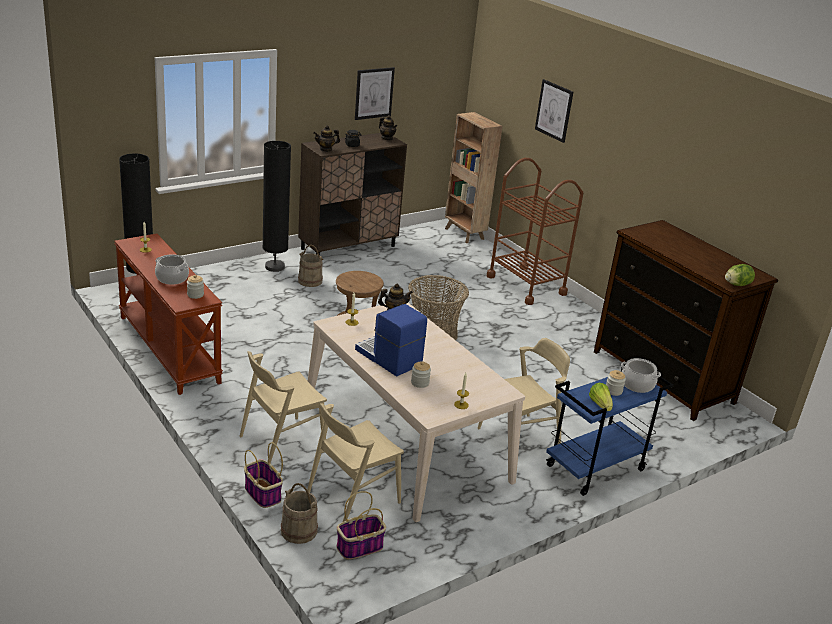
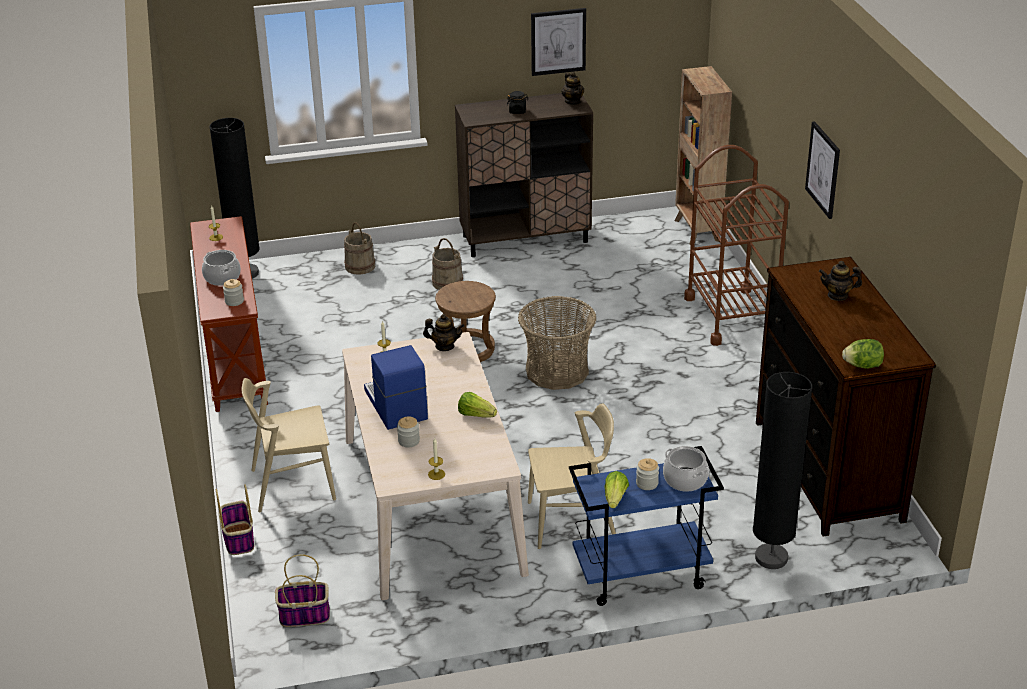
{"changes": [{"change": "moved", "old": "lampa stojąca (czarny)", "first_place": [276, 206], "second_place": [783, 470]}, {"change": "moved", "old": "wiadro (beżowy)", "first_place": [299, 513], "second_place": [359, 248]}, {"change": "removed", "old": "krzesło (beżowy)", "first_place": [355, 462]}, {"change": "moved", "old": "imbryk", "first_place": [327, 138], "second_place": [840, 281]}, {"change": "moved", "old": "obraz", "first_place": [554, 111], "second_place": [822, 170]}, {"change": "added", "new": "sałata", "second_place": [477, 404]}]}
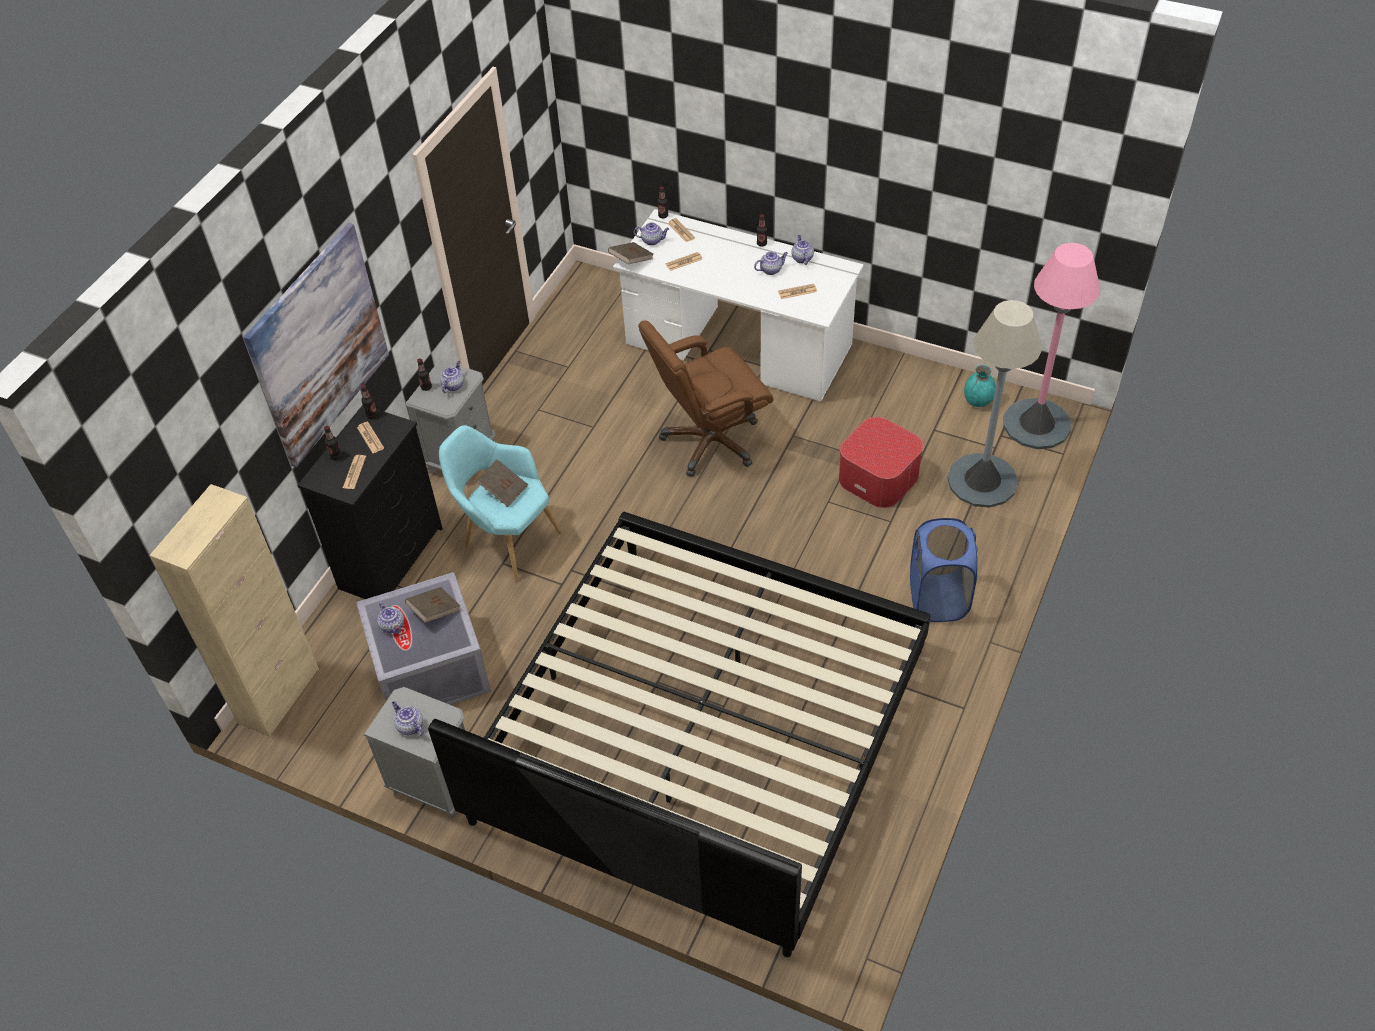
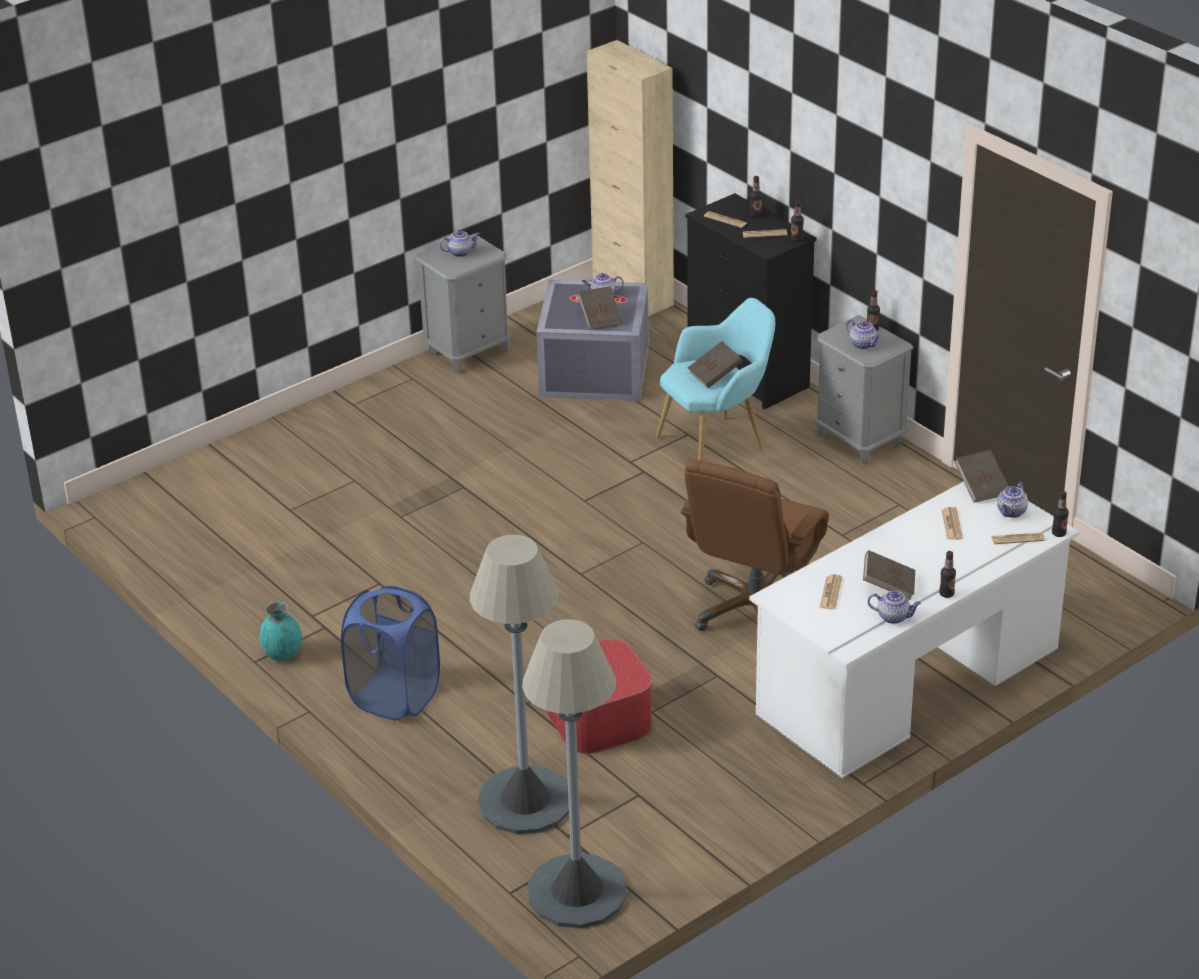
{"changes": [{"change": "removed", "old": "obraz", "first_place": [316, 345]}, {"change": "removed", "old": "łóżko", "first_place": [679, 734]}, {"change": "turned", "old": "krzesło biurowe (brązowy)", "first_place": [706, 399], "second_place": [754, 545], "degrees": -150}, {"change": "replaced", "old": "imbryk", "new": "książka (brązowy)", "first_place": [771, 263], "second_place": [889, 575]}, {"change": "moved", "old": "wazon (turkusowy)", "first_place": [980, 386], "second_place": [280, 631]}, {"change": "recoloured", "old": "lampa stojąca (różowy)", "new": "lampa stojąca (szary)", "first_place": [1052, 346], "second_place": [574, 773]}]}
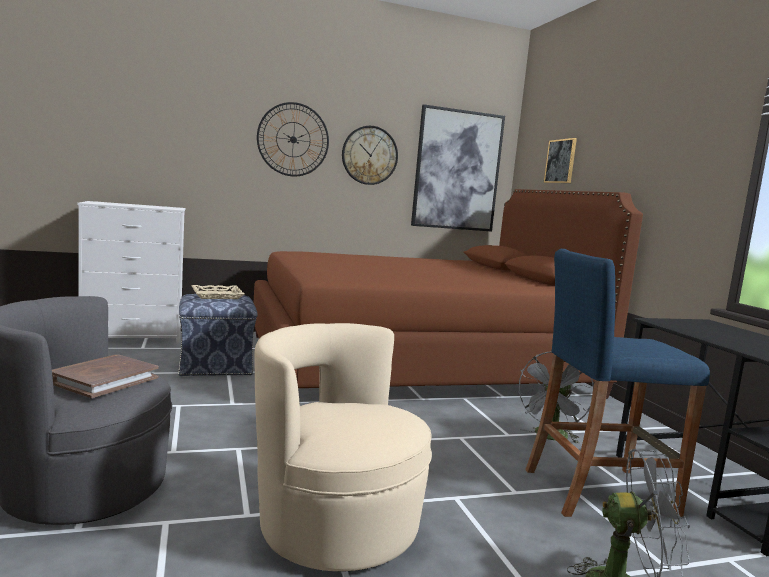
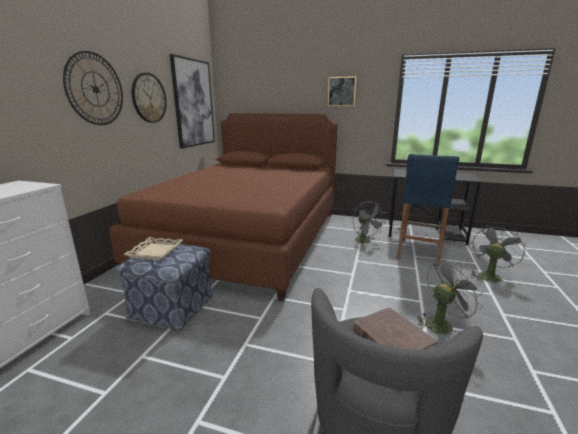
{"changes": [{"change": "replaced", "old": "fotel (beżowy)", "new": "wentylator (szary)", "first_place": [343, 447], "second_place": [450, 297]}, {"change": "moved", "old": "obraz", "first_place": [560, 160], "second_place": [342, 91]}]}
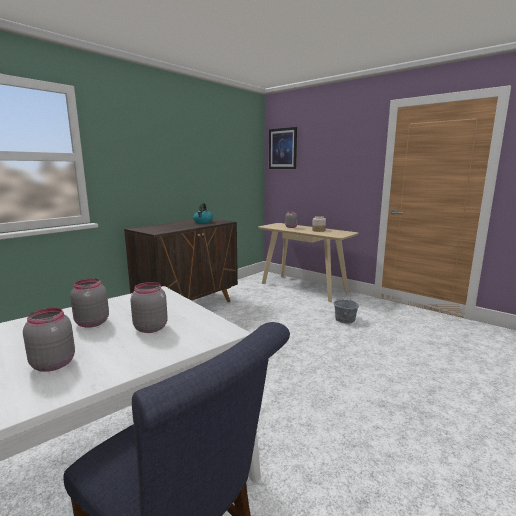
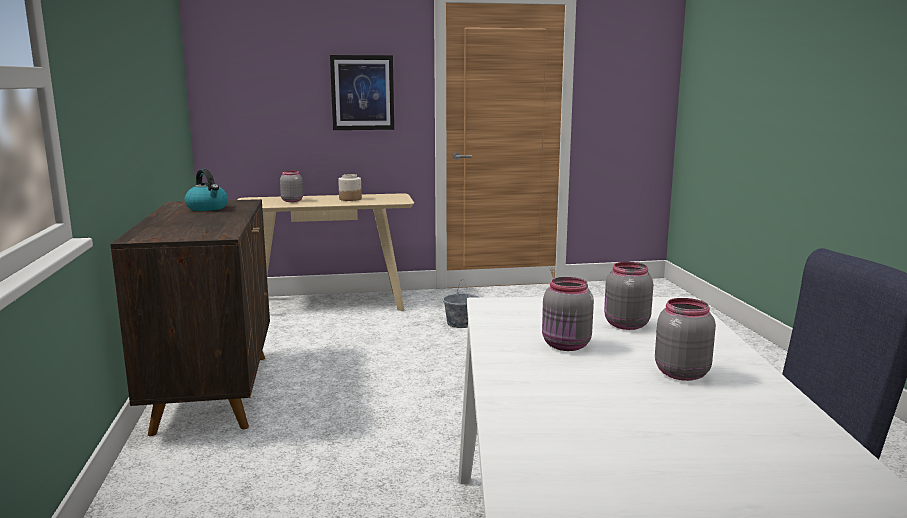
{"changes": [{"change": "moved", "old": "obraz", "first_place": [283, 148], "second_place": [362, 92]}]}
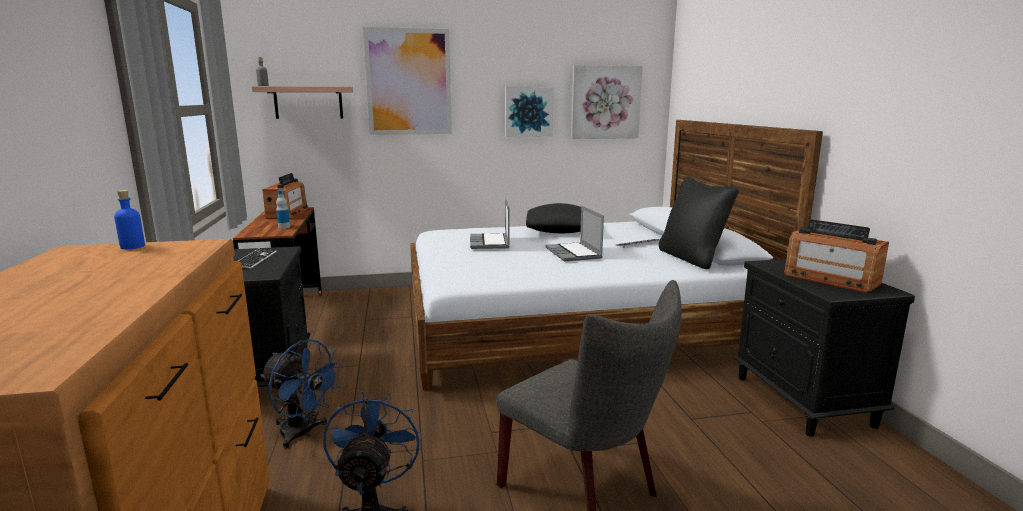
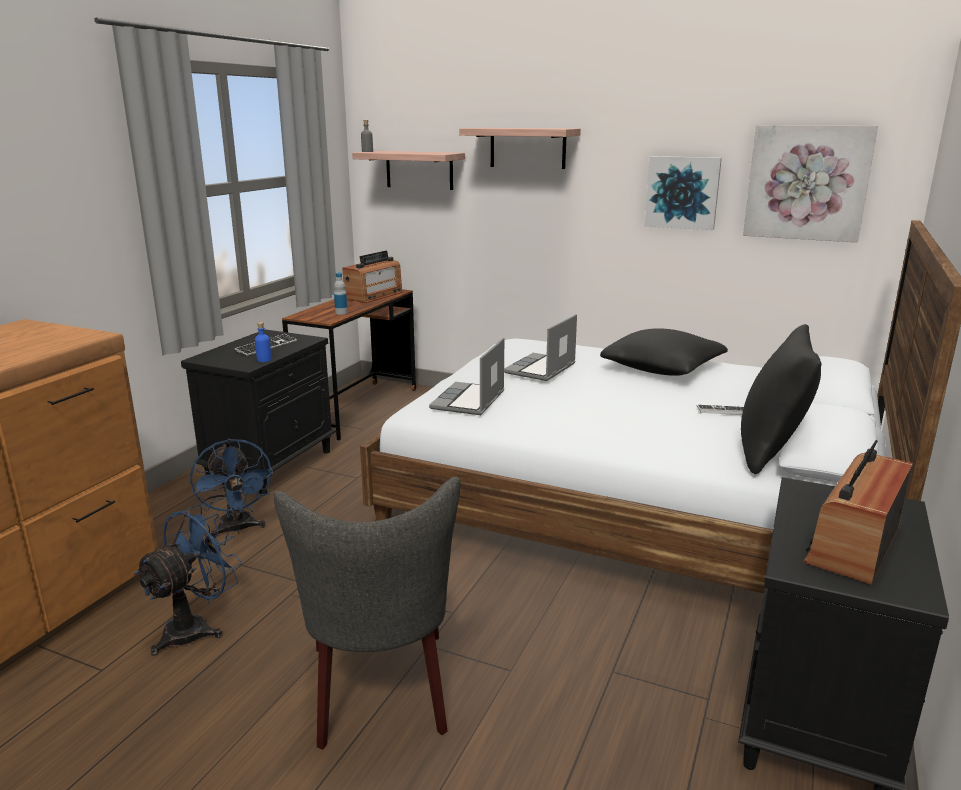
{"changes": [{"change": "moved", "old": "butelka (niebieski)", "first_place": [129, 219], "second_place": [263, 342]}, {"change": "replaced", "old": "obraz", "new": "półka", "first_place": [407, 81], "second_place": [520, 148]}, {"change": "moved", "old": "laptop", "first_place": [575, 234], "second_place": [466, 376]}, {"change": "turned", "old": "radio", "first_place": [836, 256], "second_place": [858, 512], "degrees": 45}]}
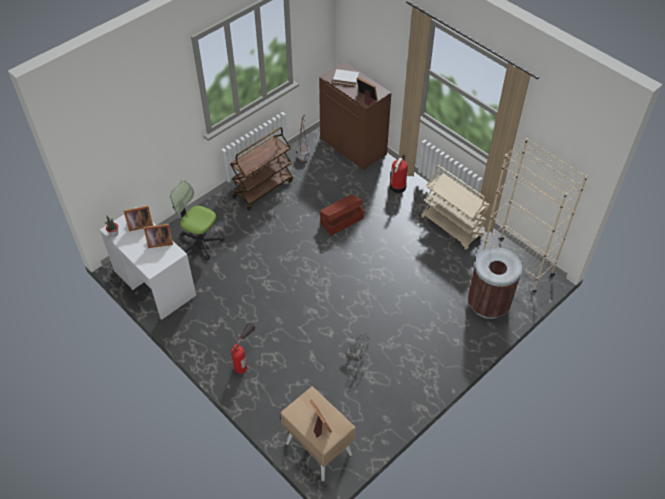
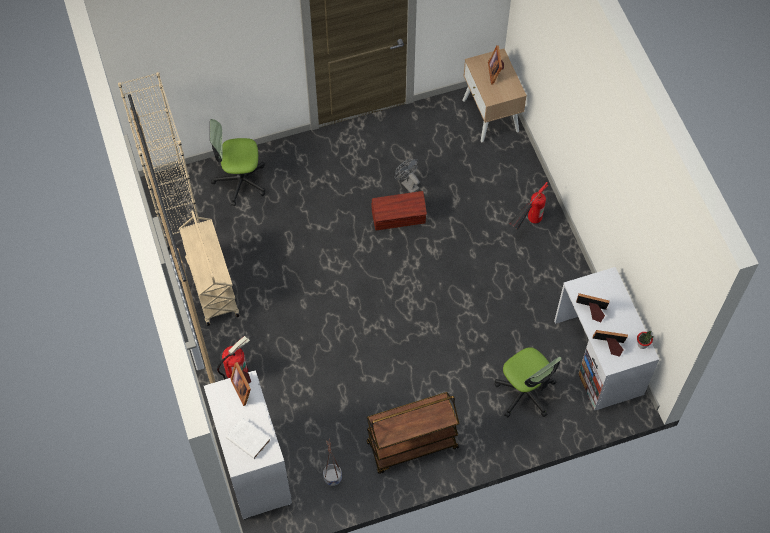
{"changes": [{"change": "recoloured", "old": "szafka (brązowy)", "new": "szafka (biały)", "first_place": [355, 116], "second_place": [248, 445]}, {"change": "moved", "old": "pojemnik do przechowywania (brązowy)", "first_place": [341, 215], "second_place": [399, 210]}, {"change": "replaced", "old": "kosz na śmieci (brązowy)", "new": "krzesło biurowe", "first_place": [495, 283], "second_place": [237, 162]}]}
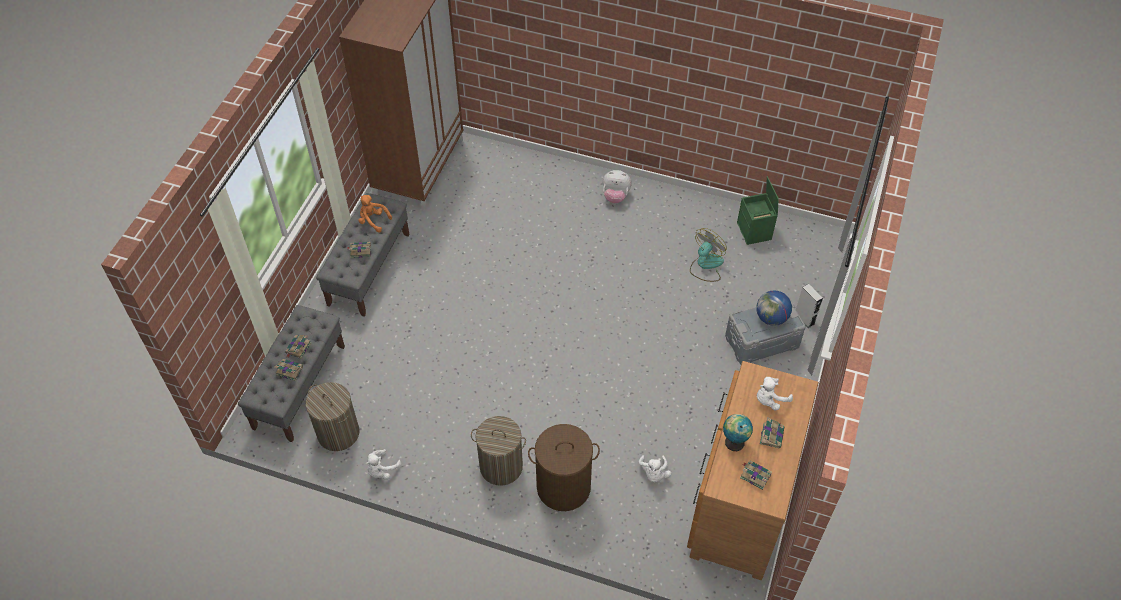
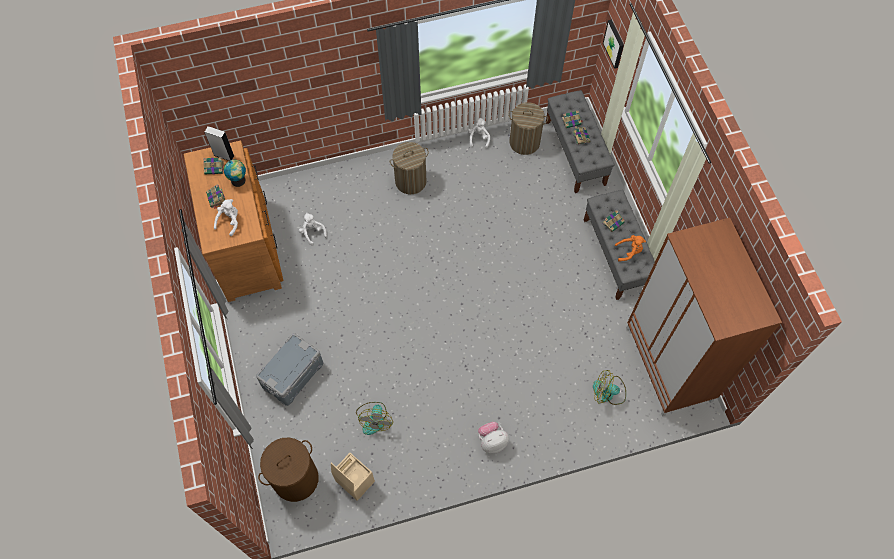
{"changes": [{"change": "moved", "old": "kosz na pranie (brązowy)", "first_place": [564, 467], "second_place": [288, 470]}, {"change": "recoloured", "old": "pojemnik do przechowywania (zielony)", "new": "pojemnik do przechowywania (beżowy)", "first_place": [758, 210], "second_place": [353, 477]}, {"change": "removed", "old": "globus", "first_place": [774, 308]}, {"change": "moved", "old": "głośnik (szary)", "first_place": [809, 306], "second_place": [219, 143]}, {"change": "added", "new": "wentylator", "second_place": [609, 387]}, {"change": "added", "new": "obraz", "second_place": [613, 44]}]}
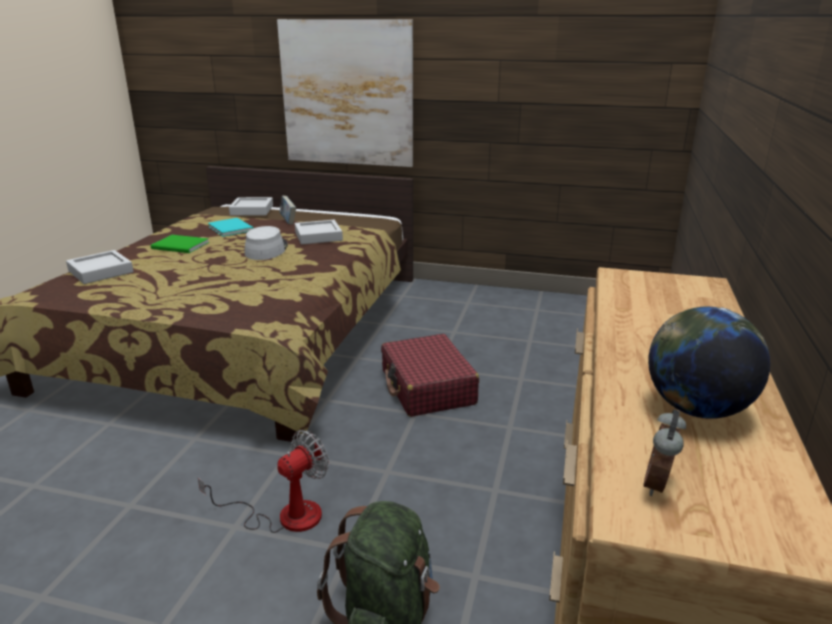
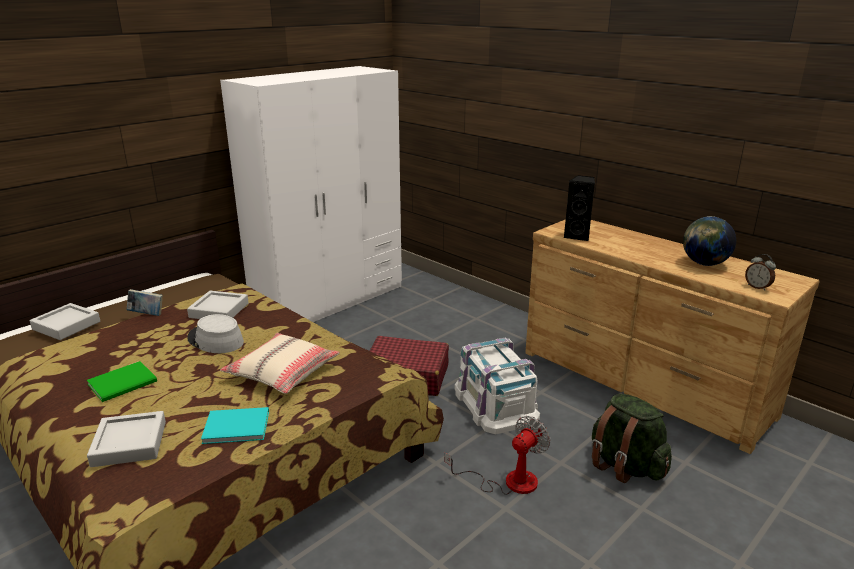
{"changes": [{"change": "turned", "old": "wentylator", "first_place": [263, 481], "second_place": [497, 455], "degrees": 60}, {"change": "moved", "old": "książka (turkusowy)", "first_place": [230, 227], "second_place": [235, 425]}, {"change": "removed", "old": "obraz", "first_place": [345, 93]}, {"change": "added", "new": "szafa (biały)", "second_place": [311, 194]}, {"change": "added", "new": "poduszka (beżowy)", "second_place": [280, 363]}, {"change": "added", "new": "pojemnik do przechowywania (biały)", "second_place": [497, 386]}, {"change": "added", "new": "głośnik (czarny)", "second_place": [579, 208]}]}
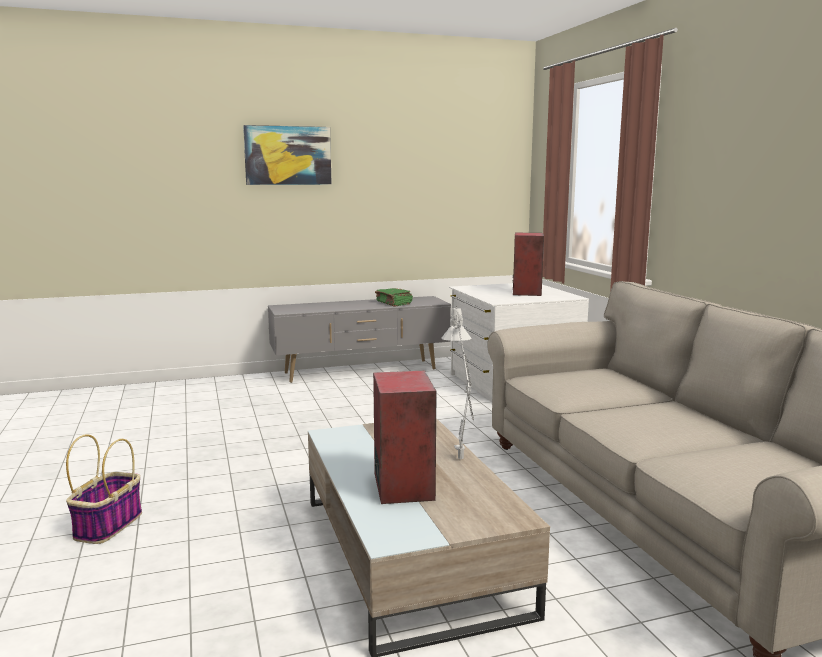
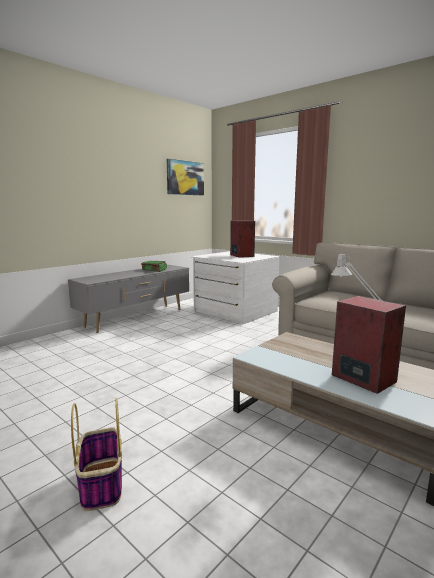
{"changes": [{"change": "moved", "old": "obraz", "first_place": [287, 155], "second_place": [185, 177]}]}
